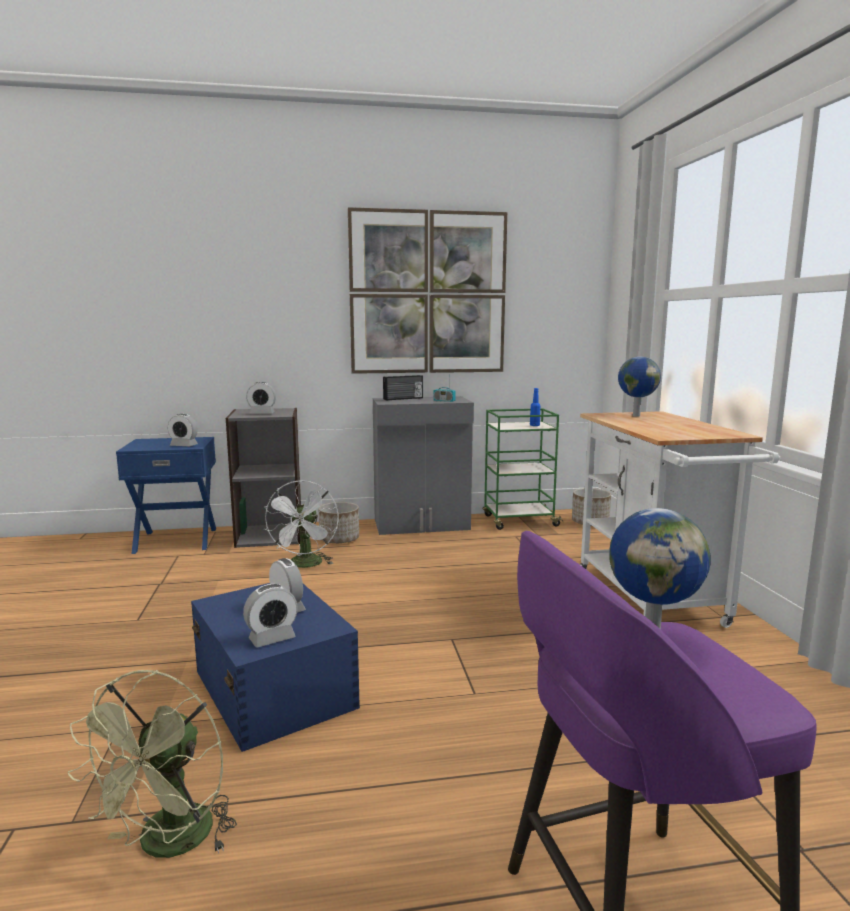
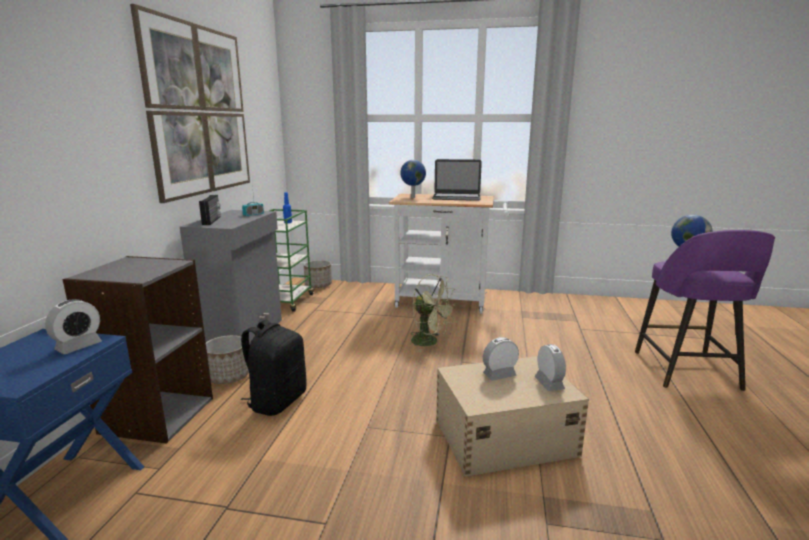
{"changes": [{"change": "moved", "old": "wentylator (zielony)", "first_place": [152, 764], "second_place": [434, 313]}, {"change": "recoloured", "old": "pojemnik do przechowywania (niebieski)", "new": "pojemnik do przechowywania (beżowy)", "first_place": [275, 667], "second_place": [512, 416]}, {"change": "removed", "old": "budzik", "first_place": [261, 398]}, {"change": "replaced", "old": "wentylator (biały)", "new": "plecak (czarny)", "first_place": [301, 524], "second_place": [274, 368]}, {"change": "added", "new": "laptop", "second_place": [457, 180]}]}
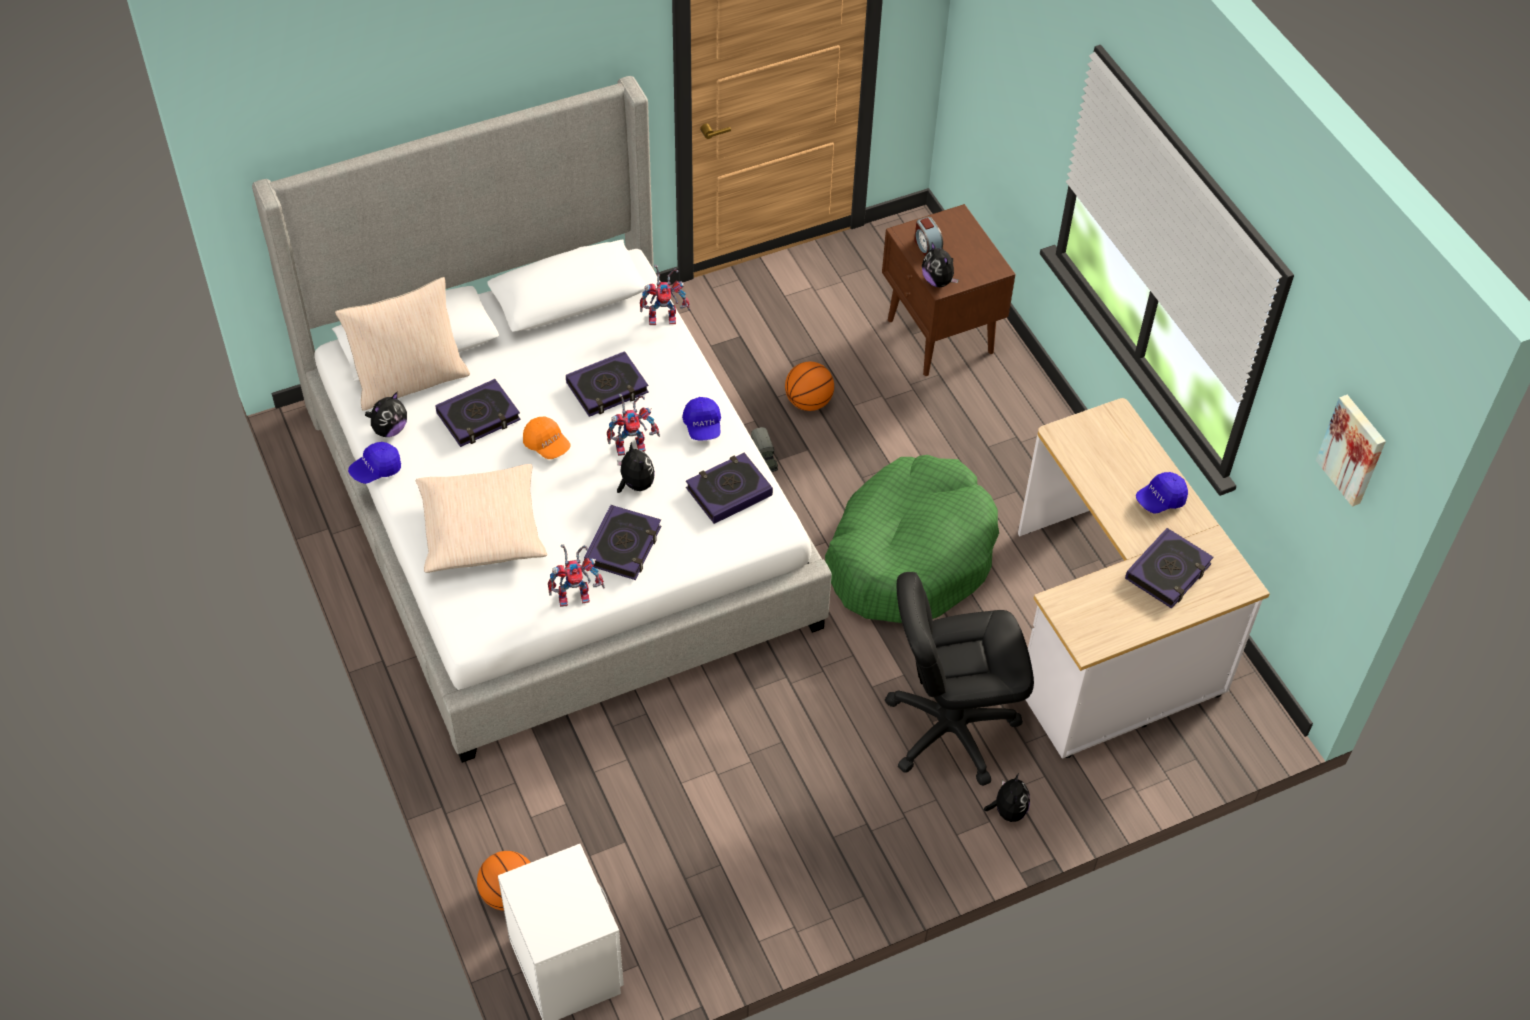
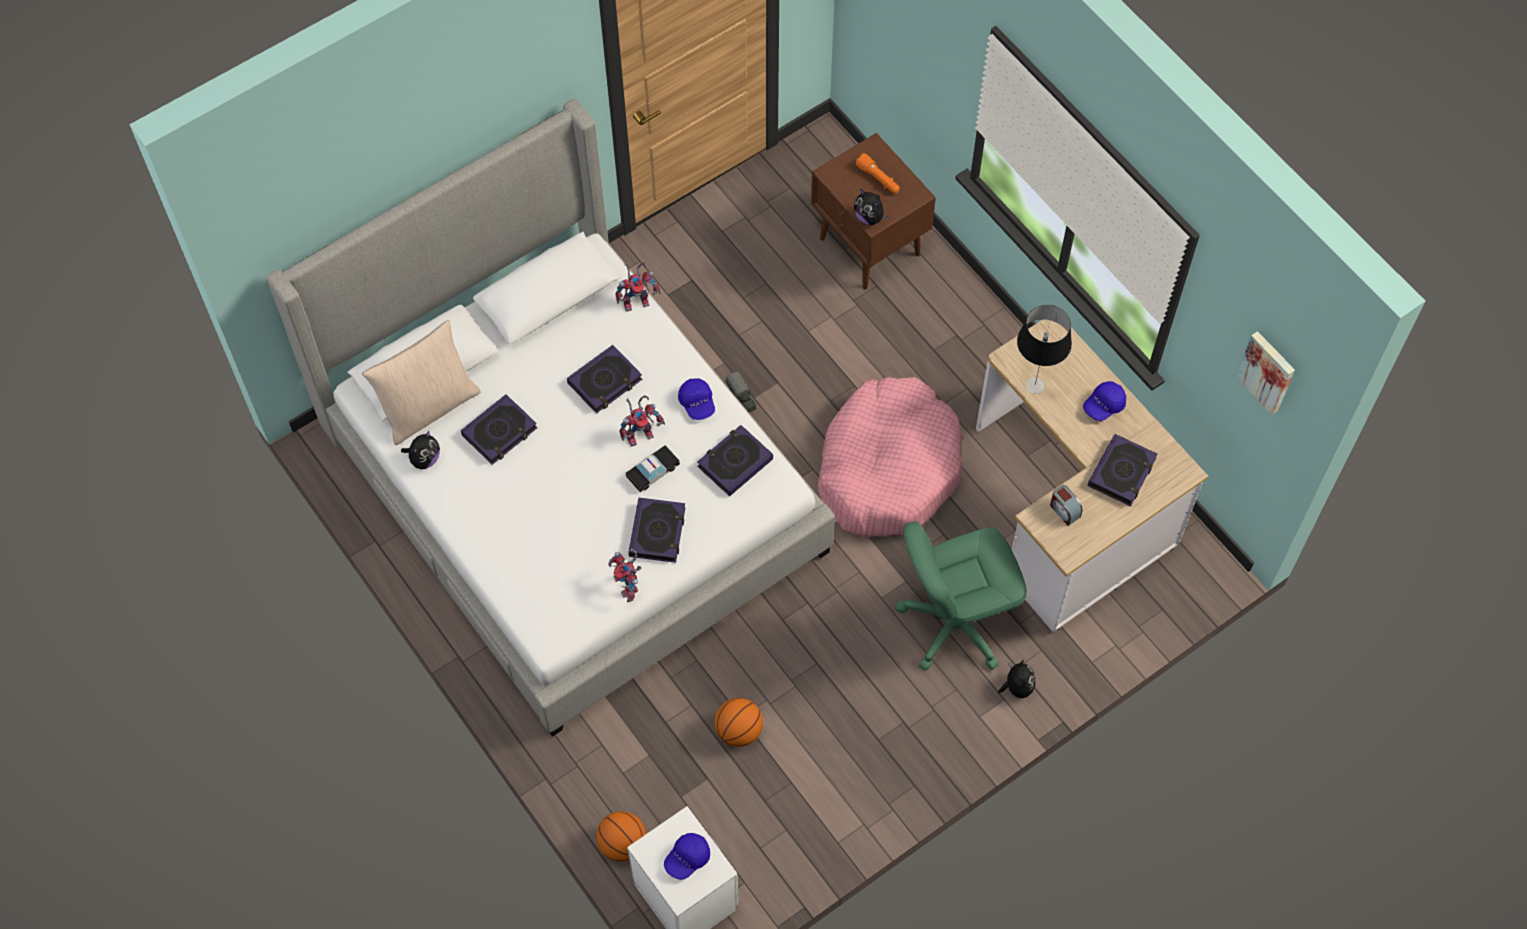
{"changes": [{"change": "moved", "old": "czapka z daszkiem (niebieski)", "first_place": [374, 463], "second_place": [687, 856]}, {"change": "removed", "old": "poduszka (beżowy)", "first_place": [481, 518]}, {"change": "removed", "old": "czapka z daszkiem (pomarańczowy)", "first_place": [546, 438]}, {"change": "turned", "old": "robot zabawkowy", "first_place": [576, 575], "second_place": [624, 575], "degrees": 90}, {"change": "replaced", "old": "pluszak", "new": "samochodzik", "first_place": [636, 467], "second_place": [653, 468]}, {"change": "moved", "old": "piłka do koszykówki", "first_place": [809, 386], "second_place": [738, 722]}, {"change": "recoloured", "old": "legowisko (zielony)", "new": "legowisko (różowy)", "first_place": [912, 539], "second_place": [890, 457]}, {"change": "recoloured", "old": "krzesło biurowe (czarny)", "new": "krzesło biurowe (zielony)", "first_place": [959, 679], "second_place": [961, 596]}, {"change": "moved", "old": "budzik", "first_place": [928, 236], "second_place": [1066, 505]}, {"change": "added", "new": "latarka (pomarańczowy)", "second_place": [878, 173]}, {"change": "added", "new": "lampa stołowa", "second_place": [1044, 349]}]}
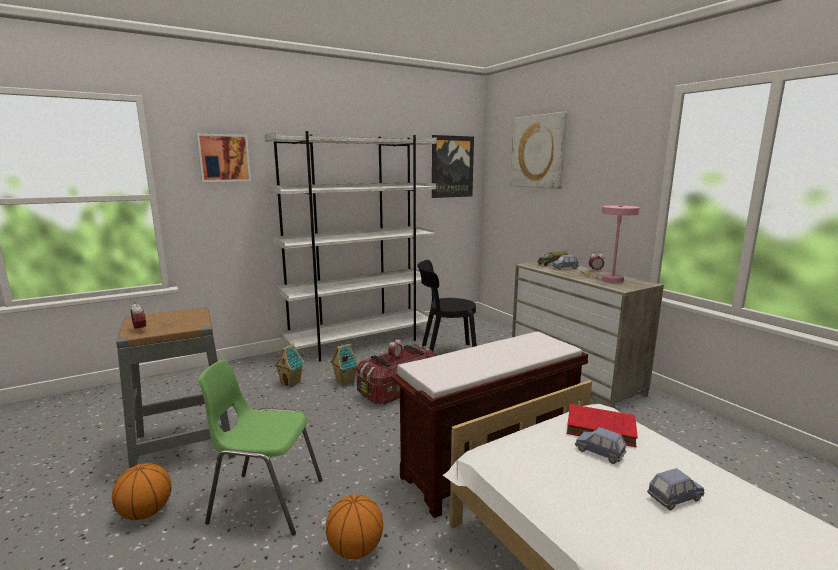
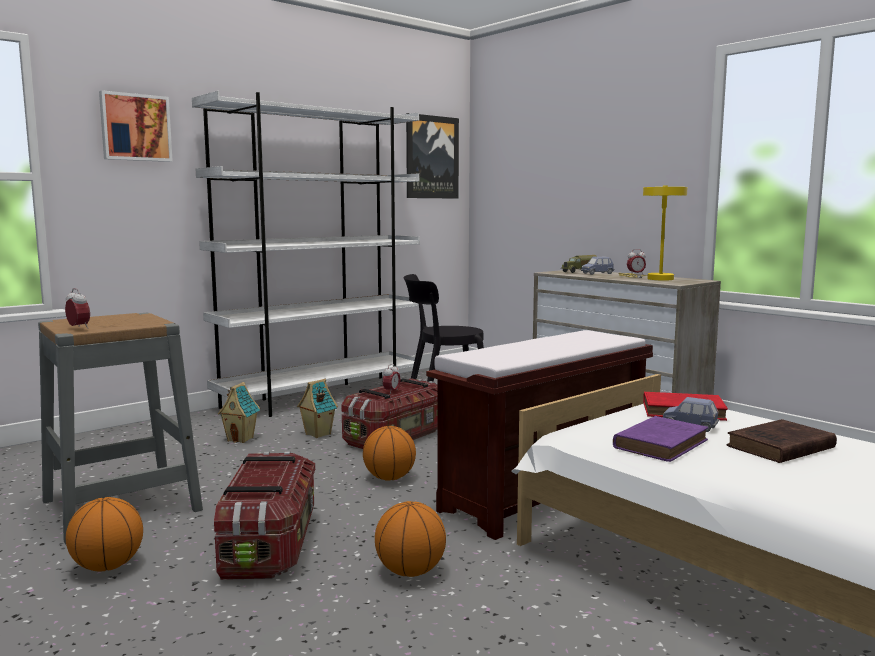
{"changes": [{"change": "replaced", "old": "krzesło (zielony)", "new": "pojemnik do przechowywania", "first_place": [260, 448], "second_place": [264, 515]}, {"change": "removed", "old": "obraz", "first_place": [539, 150]}, {"change": "recoloured", "old": "lampa stołowa (różowy)", "new": "lampa stołowa (żółty)", "first_place": [610, 244], "second_place": [653, 233]}, {"change": "replaced", "old": "samochodzik (niebieski)", "new": "książka (brązowy)", "first_place": [676, 489], "second_place": [782, 441]}, {"change": "added", "new": "piłka do koszykówki", "second_place": [389, 453]}, {"change": "added", "new": "książka (fioletowy)", "second_place": [660, 439]}]}
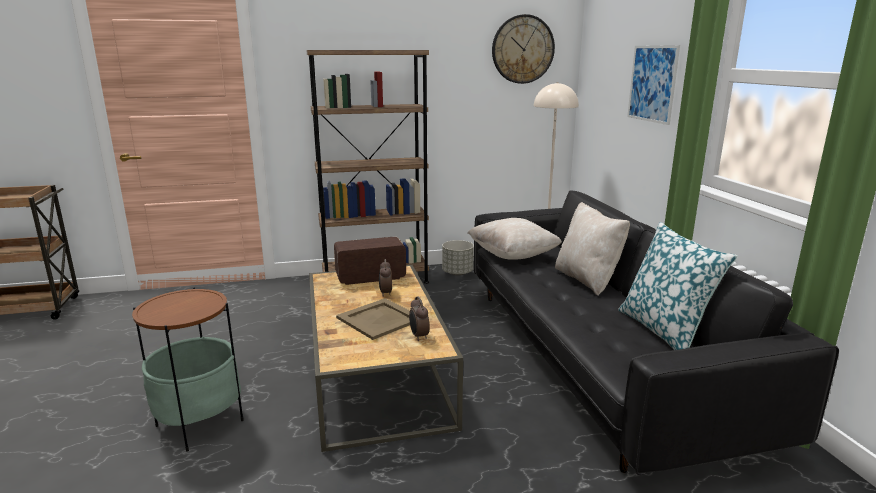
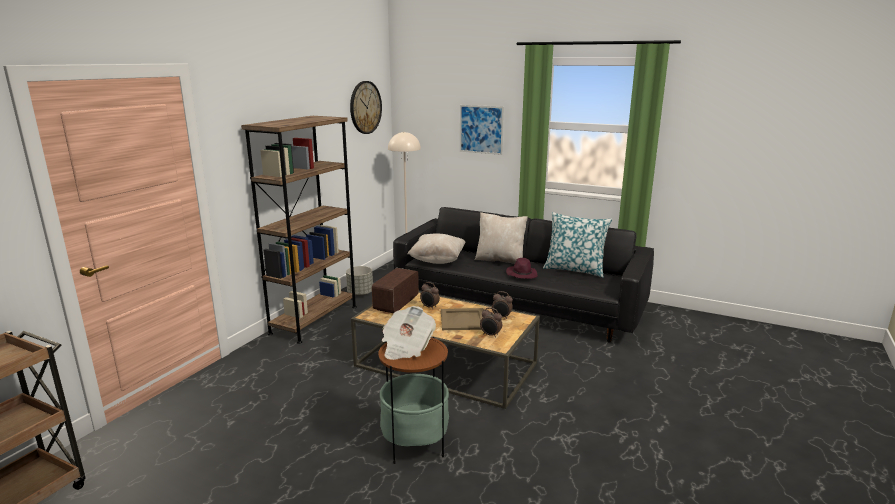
{"changes": [{"change": "added", "new": "gazeta", "second_place": [409, 333]}, {"change": "added", "new": "budzik", "second_place": [491, 322]}, {"change": "added", "new": "kapelusz (fioletowy)", "second_place": [521, 268]}]}
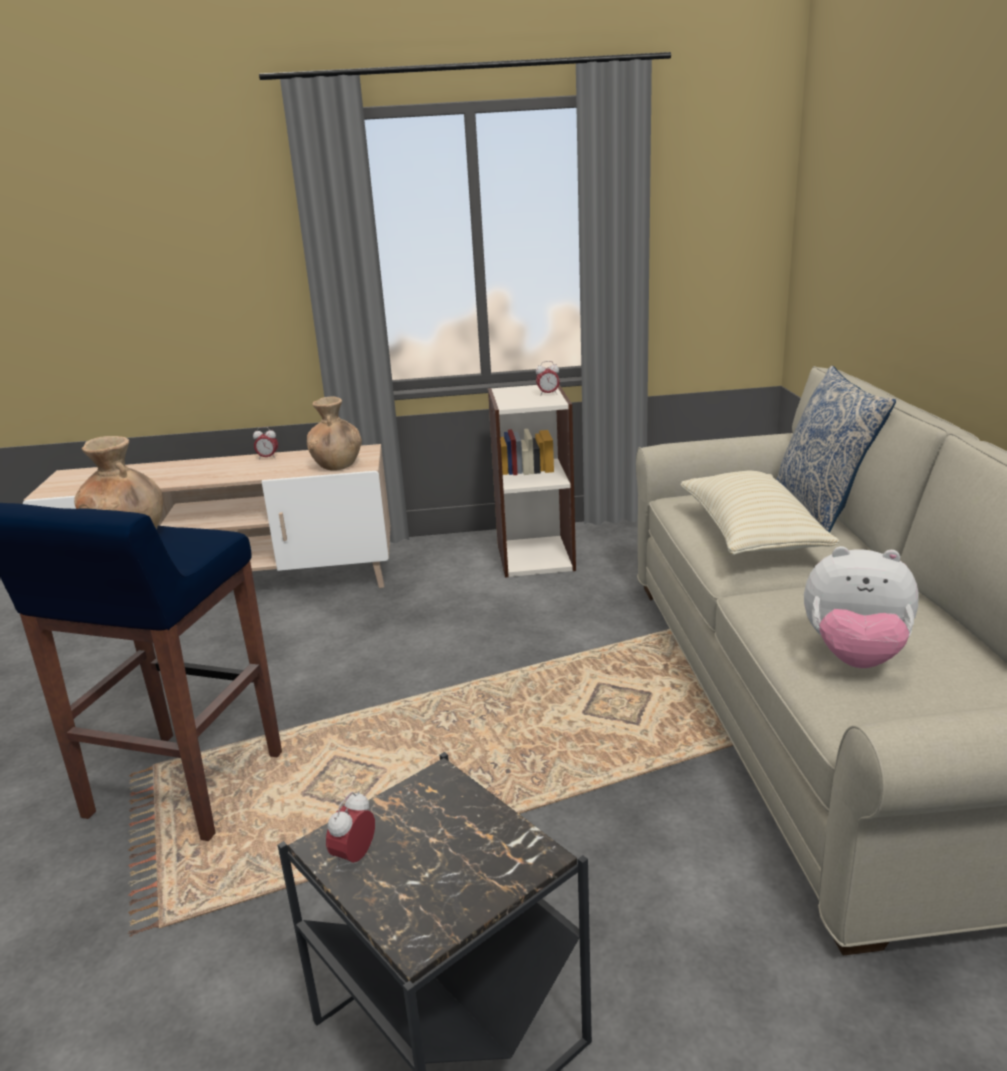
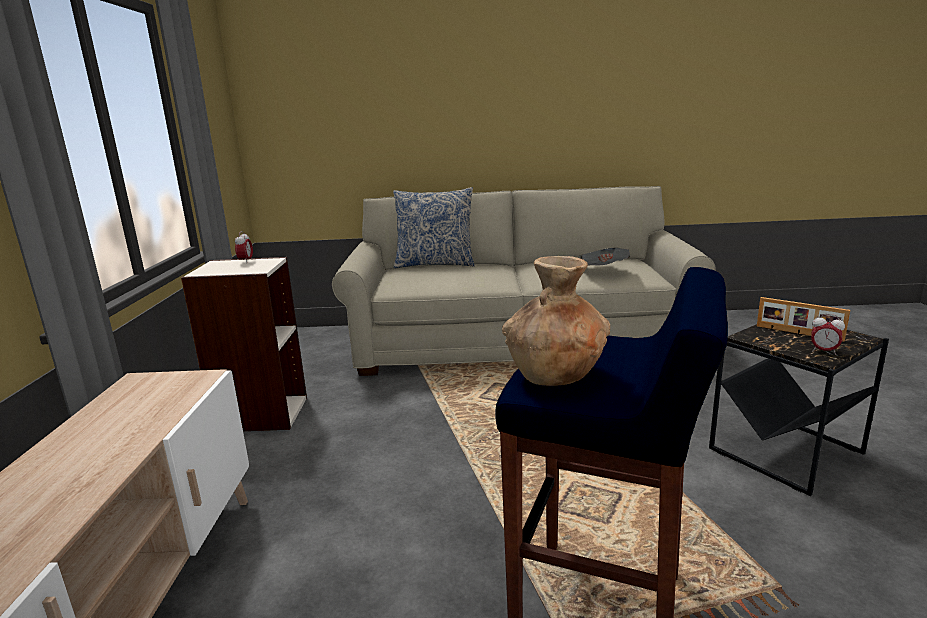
{"changes": [{"change": "removed", "old": "budzik", "first_place": [265, 443]}, {"change": "removed", "old": "wazon (brązowy)", "first_place": [334, 434]}, {"change": "removed", "old": "poduszka (beżowy)", "first_place": [759, 513]}, {"change": "replaced", "old": "pluszak", "new": "gazeta", "first_place": [861, 607], "second_place": [604, 256]}, {"change": "added", "new": "ramka na zdjęcie", "second_place": [803, 319]}]}
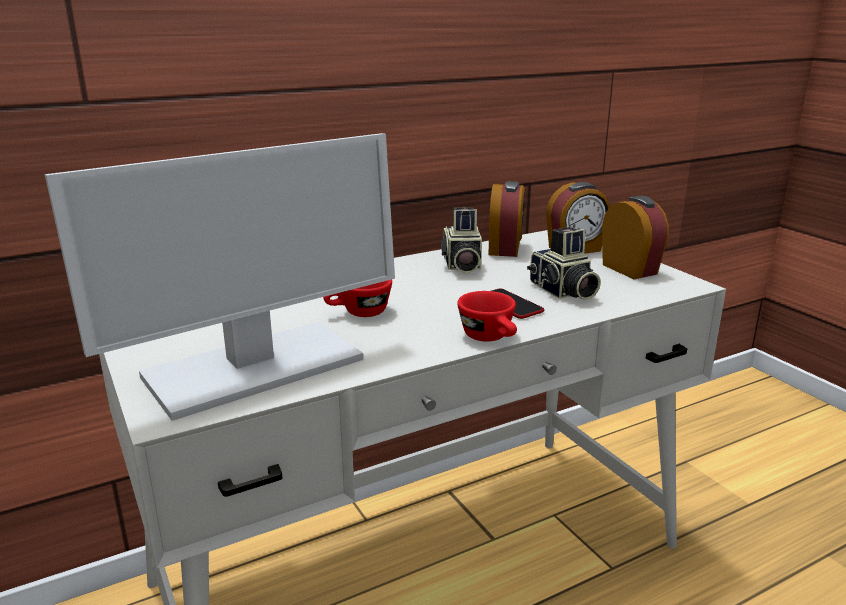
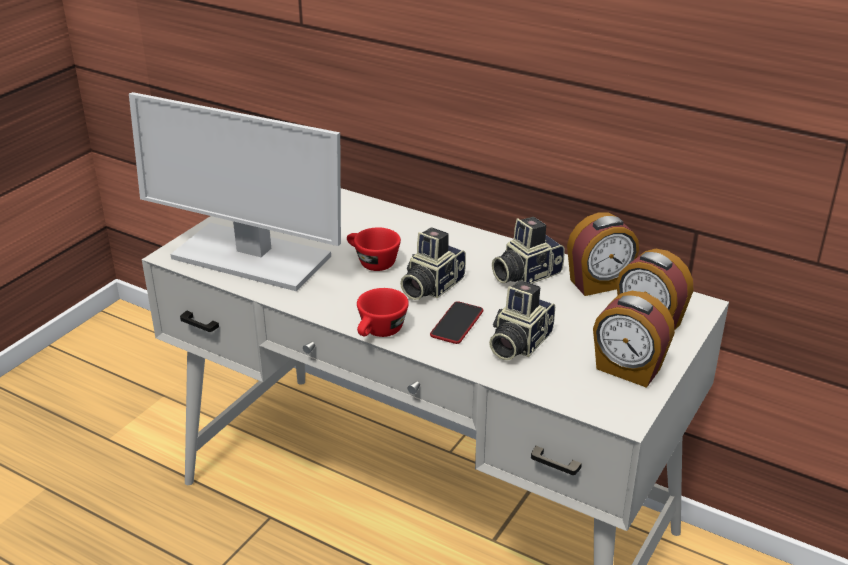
{"changes": [{"change": "turned", "old": "budzik", "first_place": [635, 237], "second_place": [634, 339], "degrees": 90}, {"change": "added", "new": "aparat fotograficzny", "second_place": [433, 263]}]}
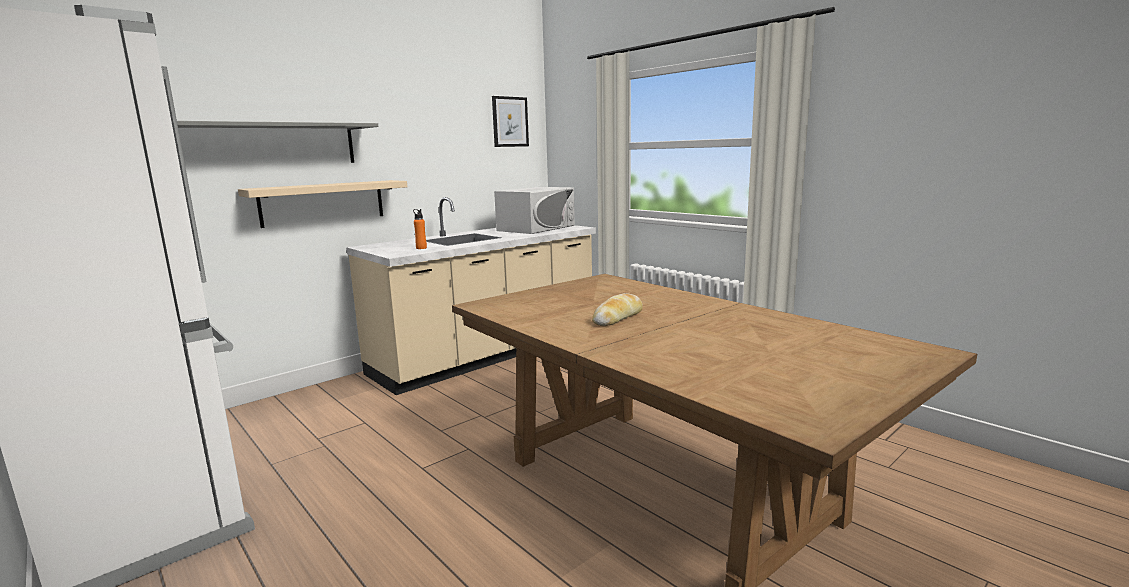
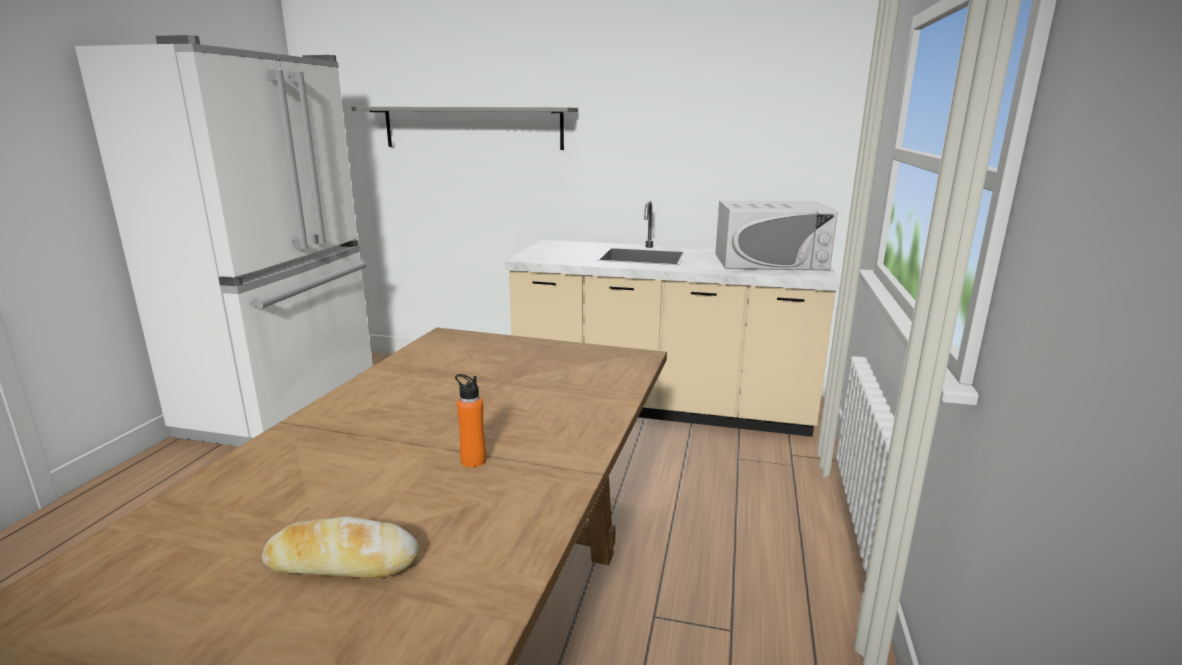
{"changes": [{"change": "removed", "old": "półka (beżowy)", "first_place": [322, 204]}, {"change": "moved", "old": "butelka (pomarańczowy)", "first_place": [420, 229], "second_place": [470, 421]}, {"change": "removed", "old": "obraz", "first_place": [510, 121]}, {"change": "moved", "old": "chleb", "first_place": [617, 309], "second_place": [340, 547]}]}
